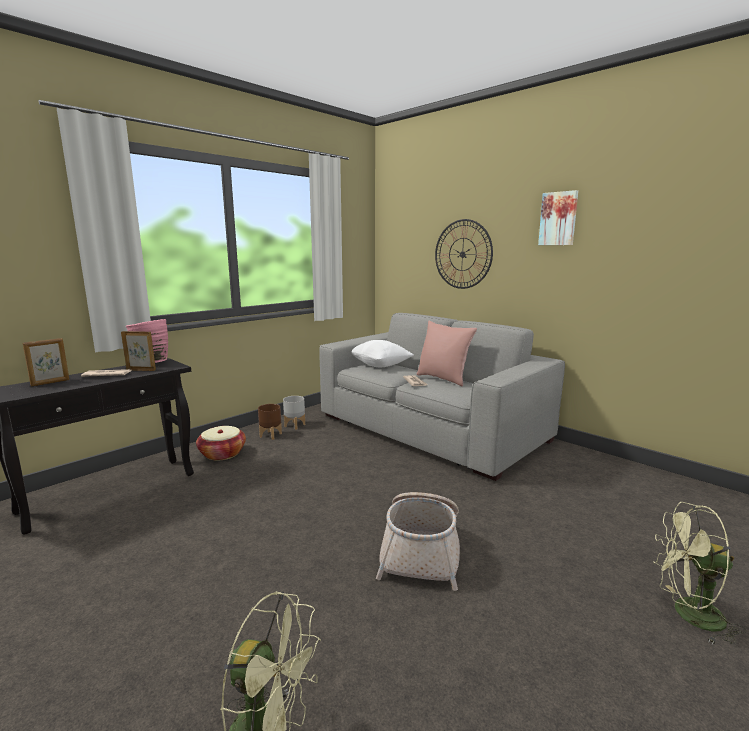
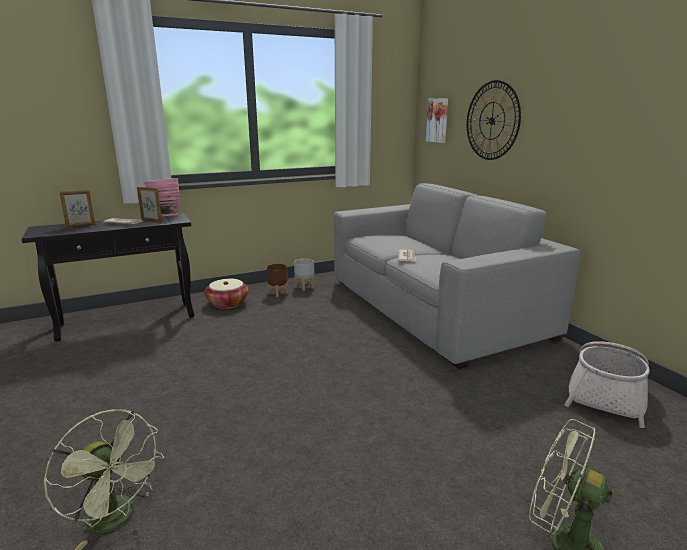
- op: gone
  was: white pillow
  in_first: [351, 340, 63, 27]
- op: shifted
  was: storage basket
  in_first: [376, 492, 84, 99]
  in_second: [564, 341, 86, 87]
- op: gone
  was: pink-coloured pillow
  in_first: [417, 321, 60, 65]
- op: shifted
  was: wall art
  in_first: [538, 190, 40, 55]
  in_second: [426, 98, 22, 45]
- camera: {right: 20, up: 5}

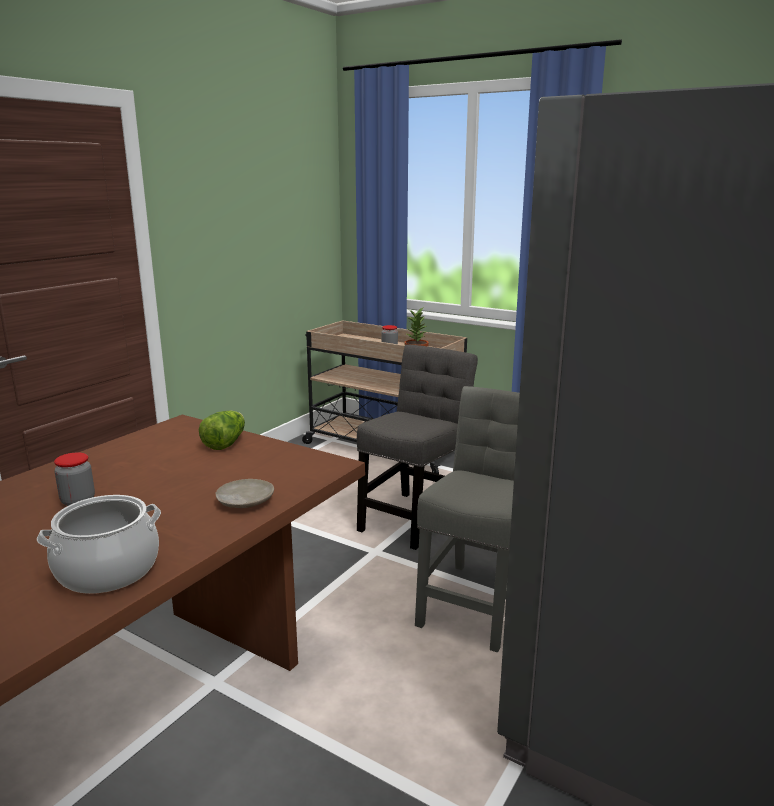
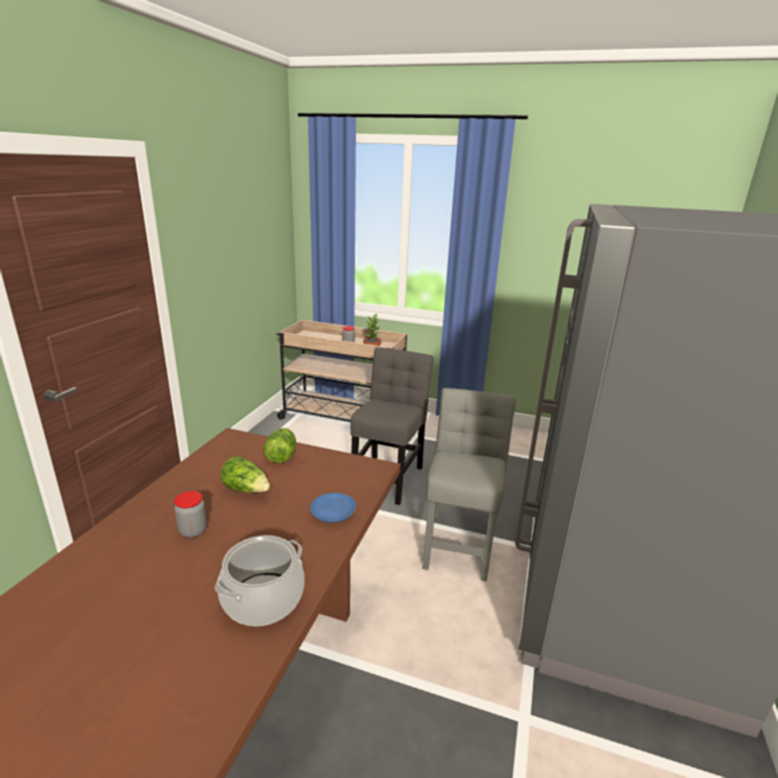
- op: repainted
  was: beige dinner plate
  now: bluish dinner plate
  in_first: [216, 479, 58, 29]
  in_second: [310, 493, 46, 29]
- op: new
  now: head of lettuce
  in_second: [220, 456, 50, 37]
- camera: {right: -15, up: 5}

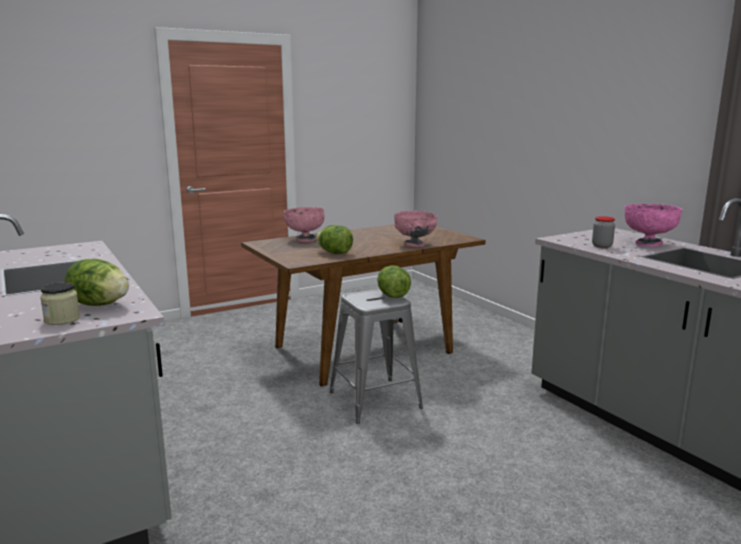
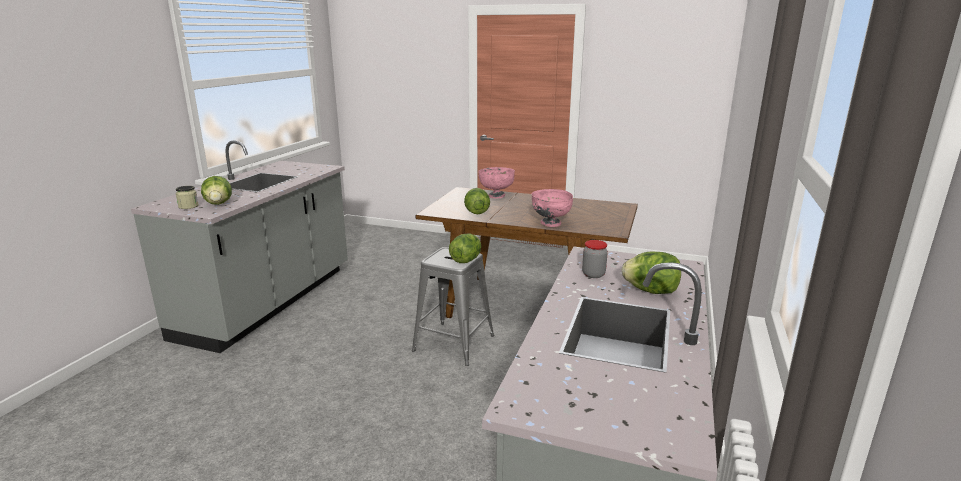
- op: swapped
  was: pink-coloured bowl
  now: head of lettuce
  in_first: [625, 204, 57, 42]
  in_second: [621, 252, 60, 42]
- camera: {right: 50, up: 5}

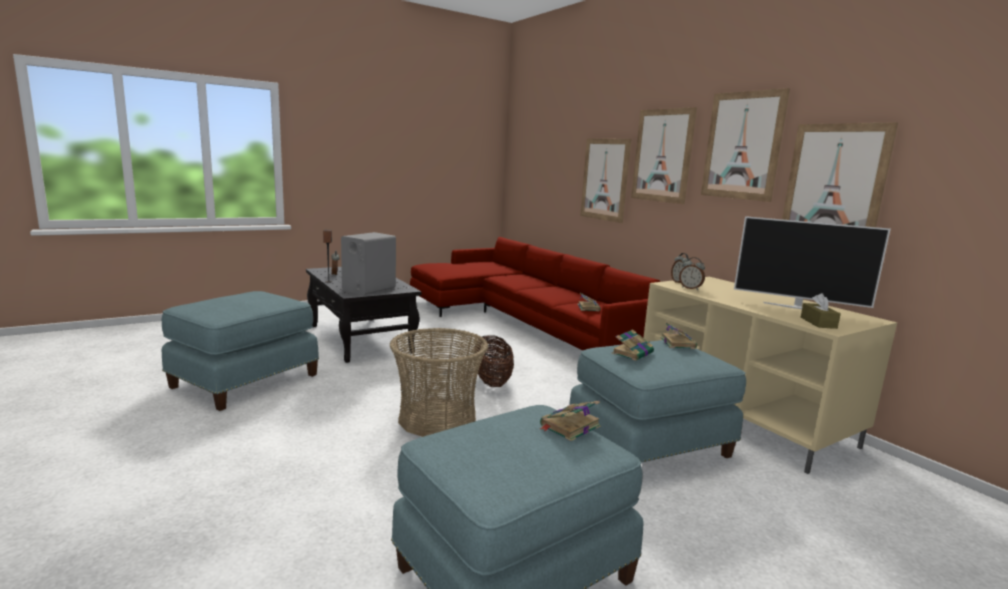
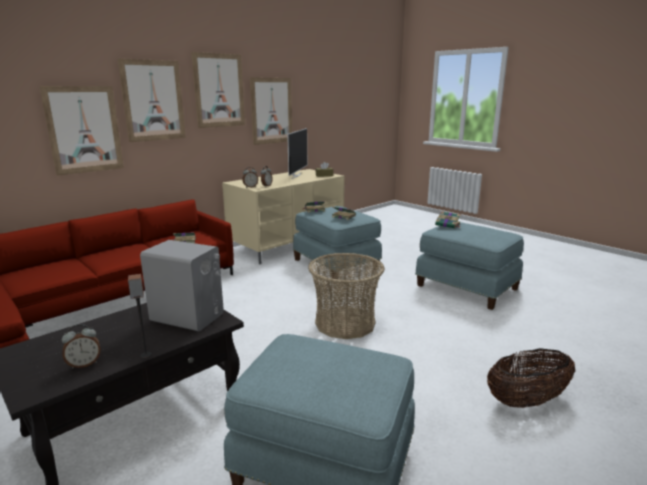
- op: shifted
  was: storage basket
  in_first: [474, 335, 40, 52]
  in_second: [487, 348, 88, 60]
- camera: {right: -100, up: 5}

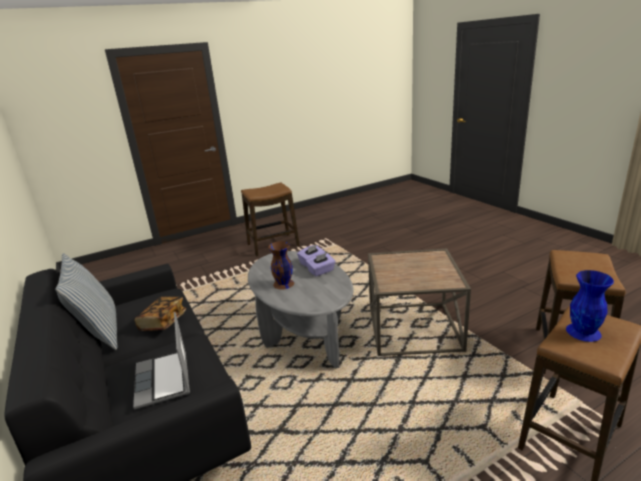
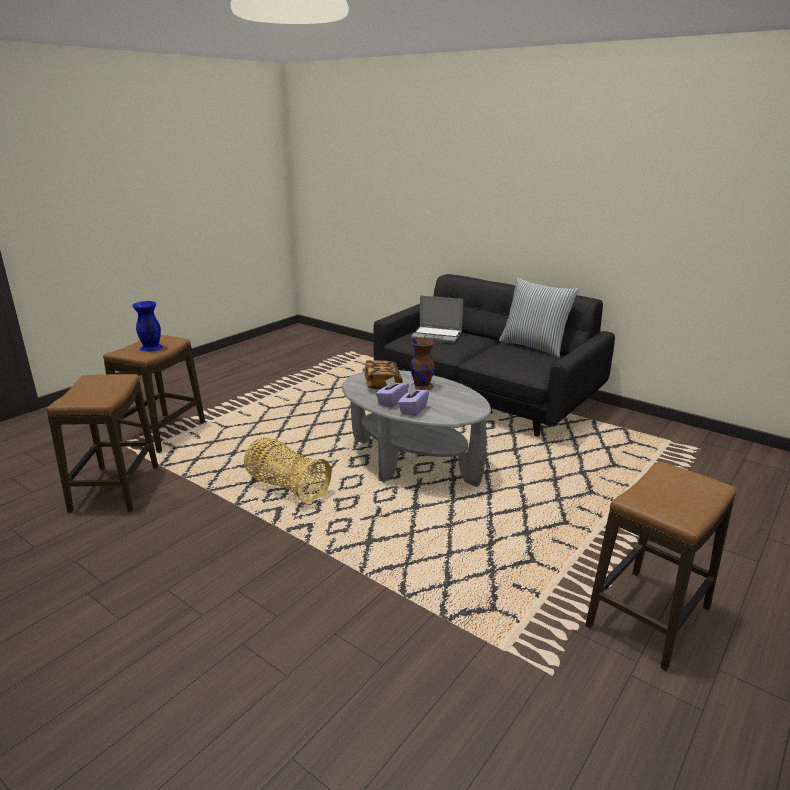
- op: rotated
  was: laptop
  in_first: [133, 312, 57, 98]
  in_second: [411, 295, 52, 48]
  clockwise: 150
- op: shifted
  was: bound book
  in_first: [134, 297, 52, 34]
  in_second: [365, 360, 38, 29]
- op: swapped
  was: brown-coloured side table
  now: storage basket
  in_first: [368, 249, 103, 107]
  in_second: [244, 437, 88, 67]
- camera: {right: 155, up: 0}

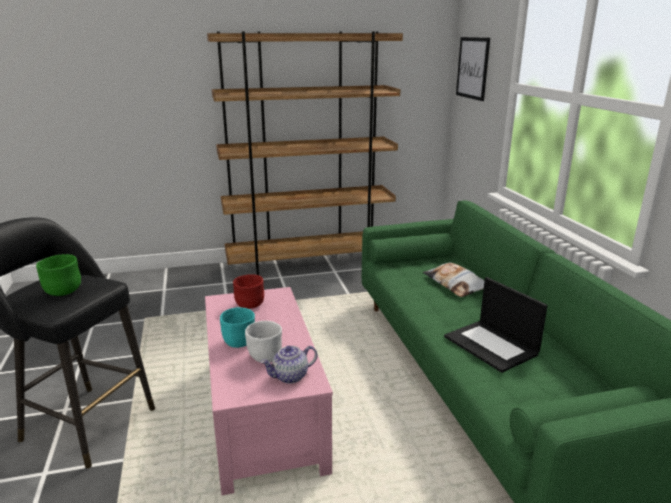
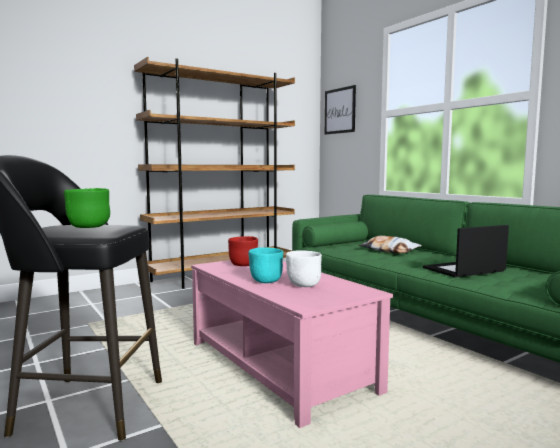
- op: gone
  was: teapot
  in_first: [261, 346, 56, 38]
- op: rotated
  was: laptop
  in_first: [444, 277, 104, 96]
  in_second: [423, 225, 86, 52]
  clockwise: 120
- camera: {right: -20, up: -15}

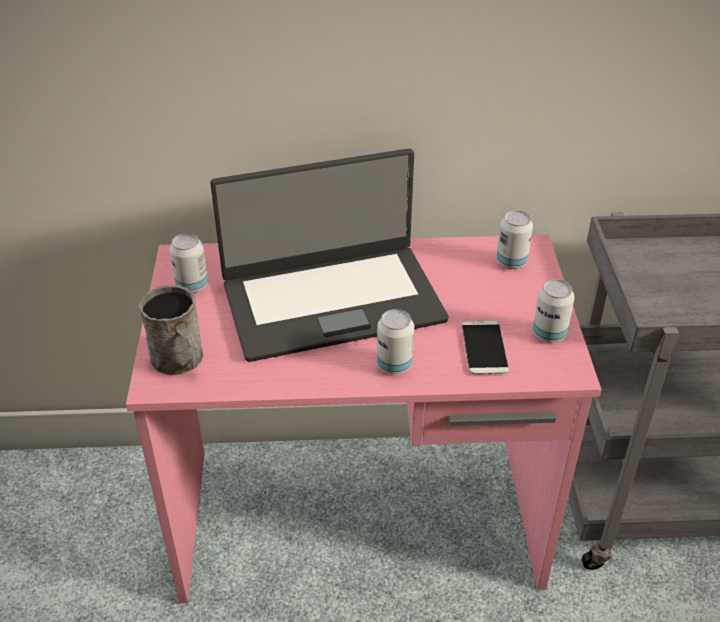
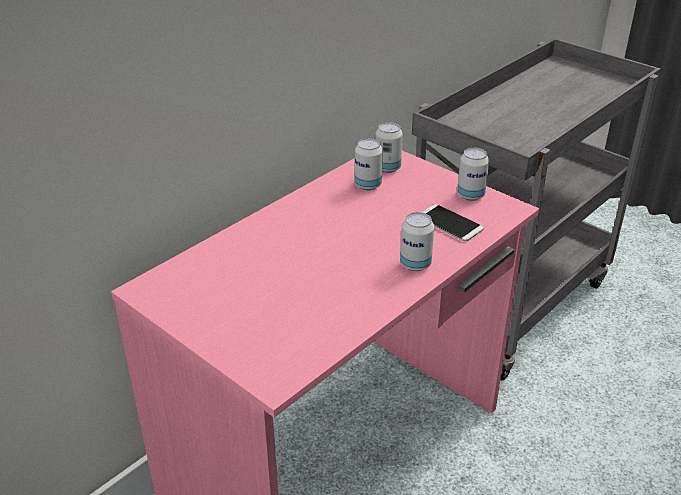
- op: gone
  was: greyish coffee mug
  in_first: [139, 285, 65, 90]
- op: shifted
  was: sealed can
  in_first: [170, 233, 38, 60]
  in_second: [354, 138, 29, 52]
- op: gone
  was: laptop
  in_first: [210, 149, 239, 213]
- camera: {right: -45, up: -5}

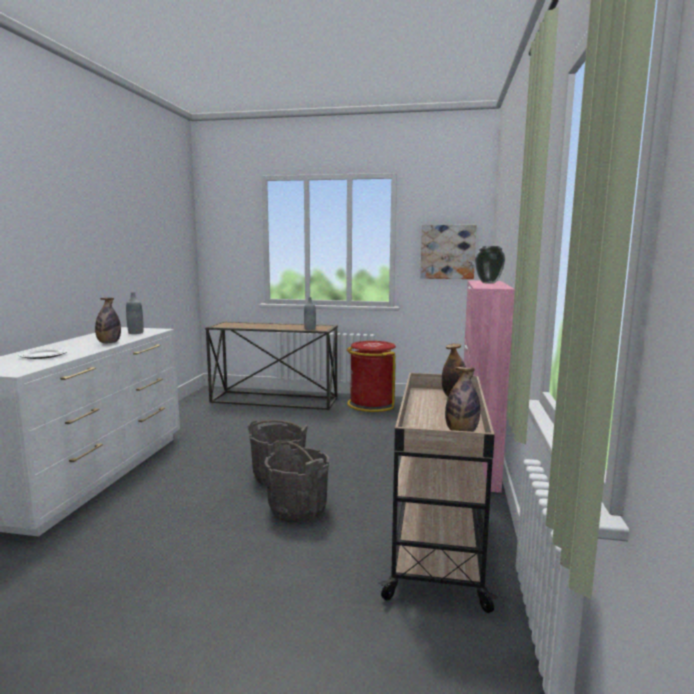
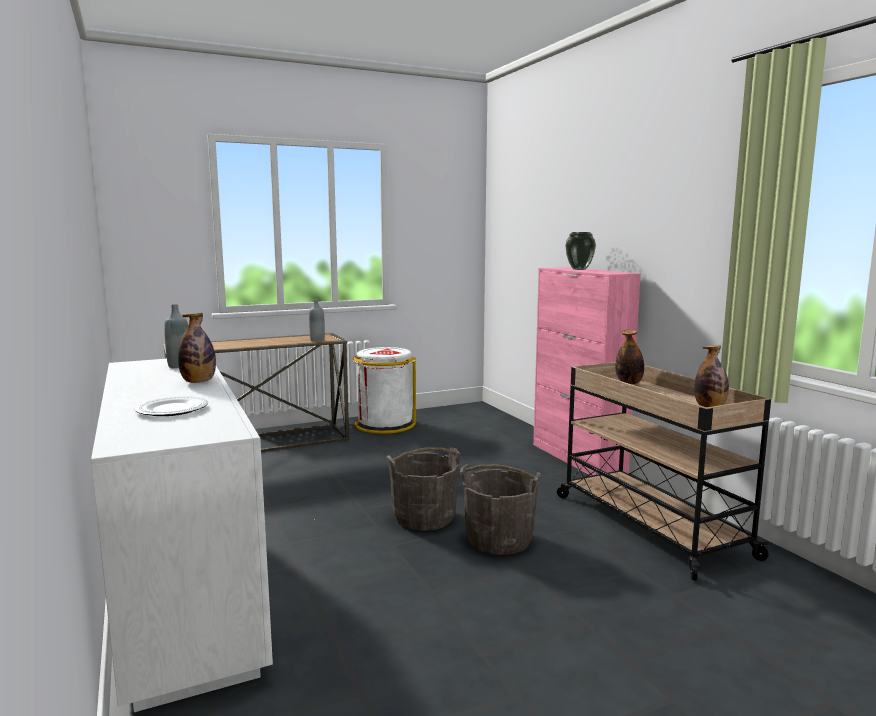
- op: repainted
  was: red-coloured trash can
  now: white trash can
  in_first: [347, 341, 49, 71]
  in_second: [353, 347, 63, 87]
- op: gone
  was: wall art
  in_first: [420, 225, 57, 54]
- camera: {right: -35, up: 0}

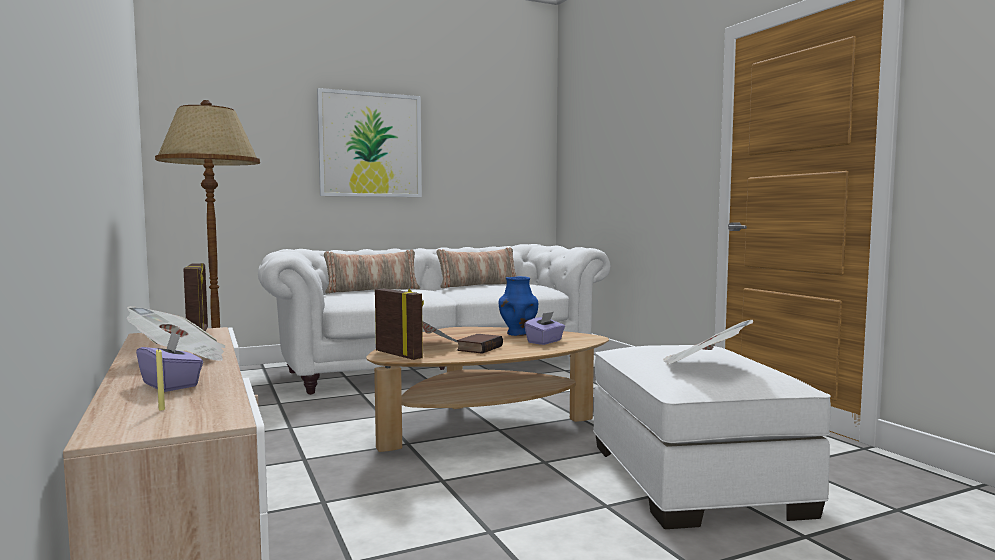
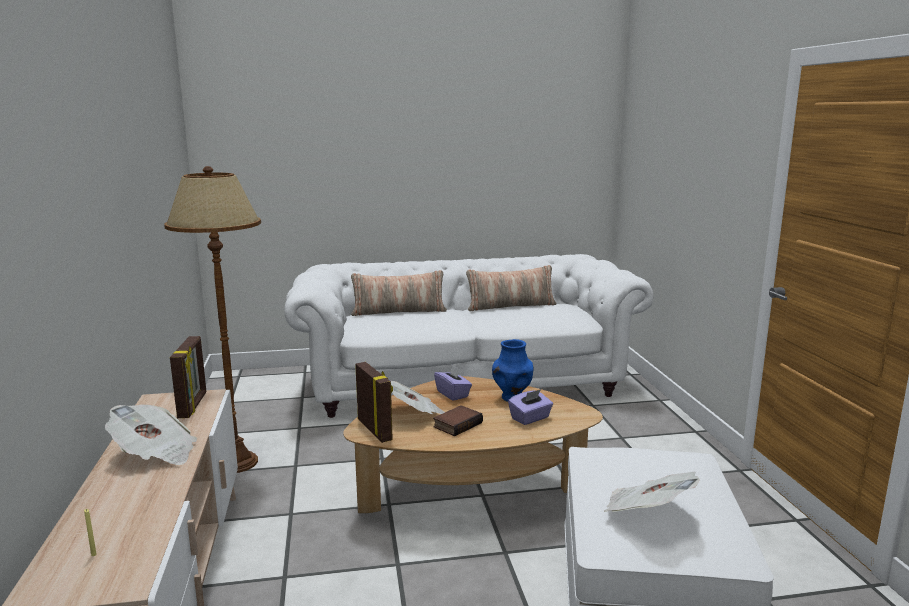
- op: shifted
  was: purple-coloured tissue box
  in_first: [136, 332, 67, 60]
  in_second: [434, 365, 38, 36]
- op: gone
  was: wall art
  in_first: [317, 88, 105, 109]
- camera: {right: 15, up: 10}

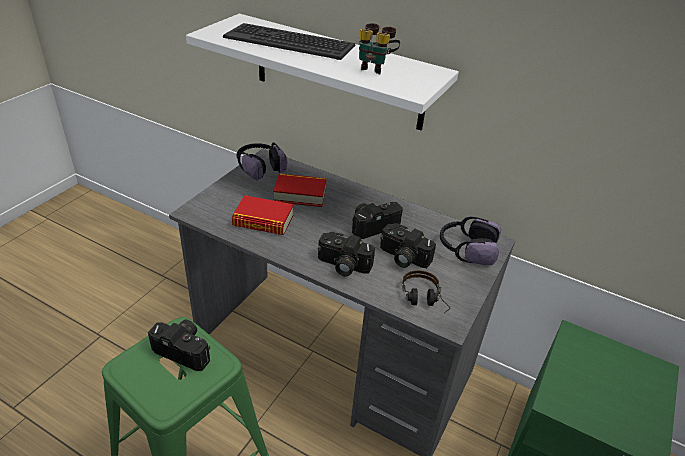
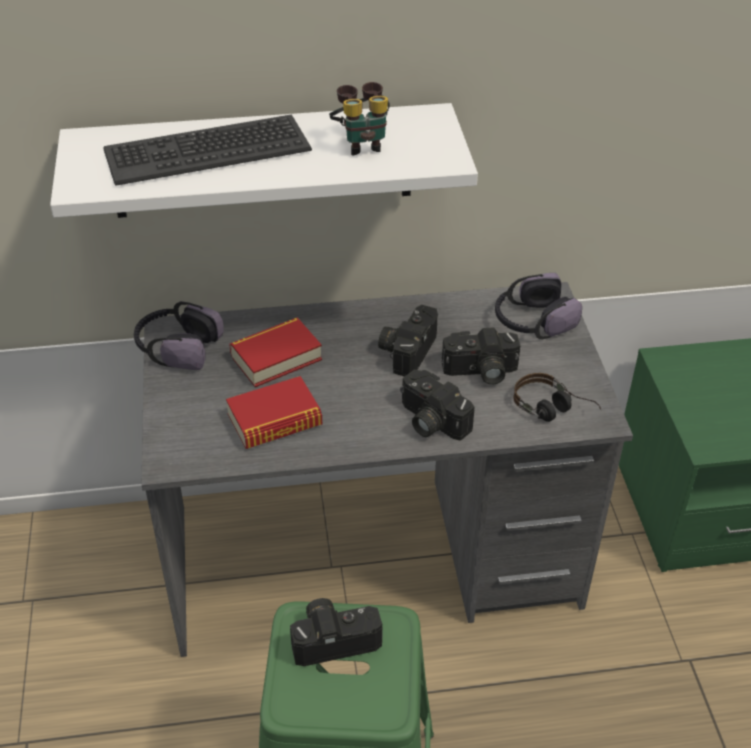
- op: rotated
  was: still camera
  in_first: [318, 232, 57, 44]
  in_second: [400, 369, 74, 72]
  clockwise: 60
- camera: {right: -35, up: 5}

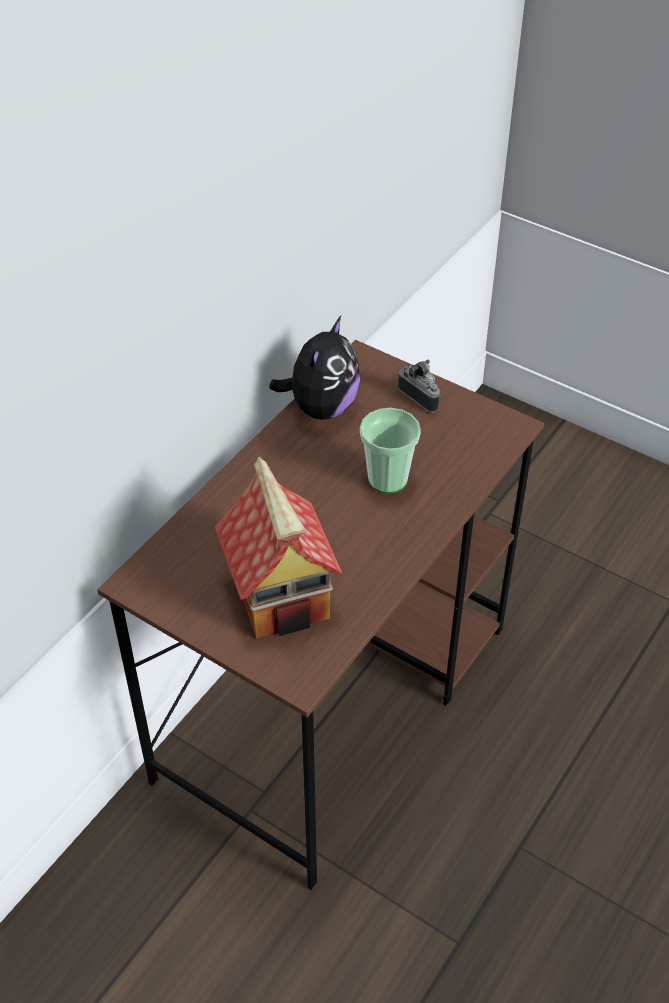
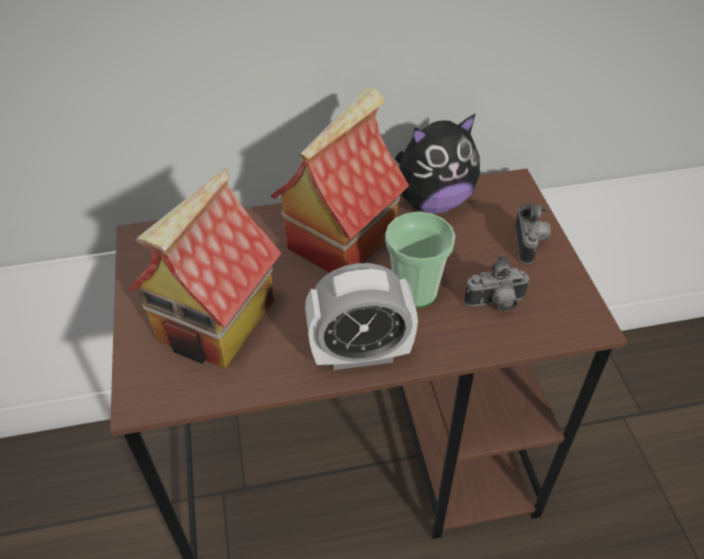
- op: new
  now: toy house
  in_second: [270, 88, 139, 185]
- op: new
  now: bedside clock
  in_second: [305, 263, 113, 107]
- op: new
  now: still camera
  in_second: [464, 255, 66, 56]
- camera: {right: 45, up: 0}

